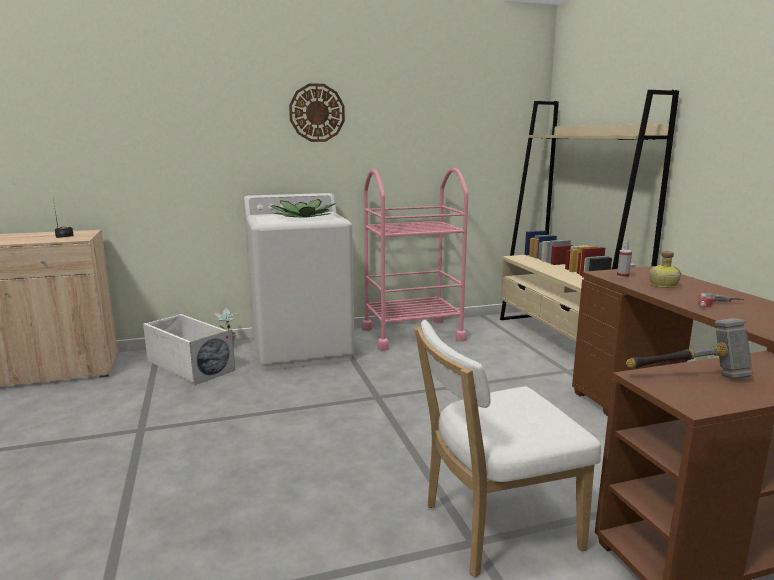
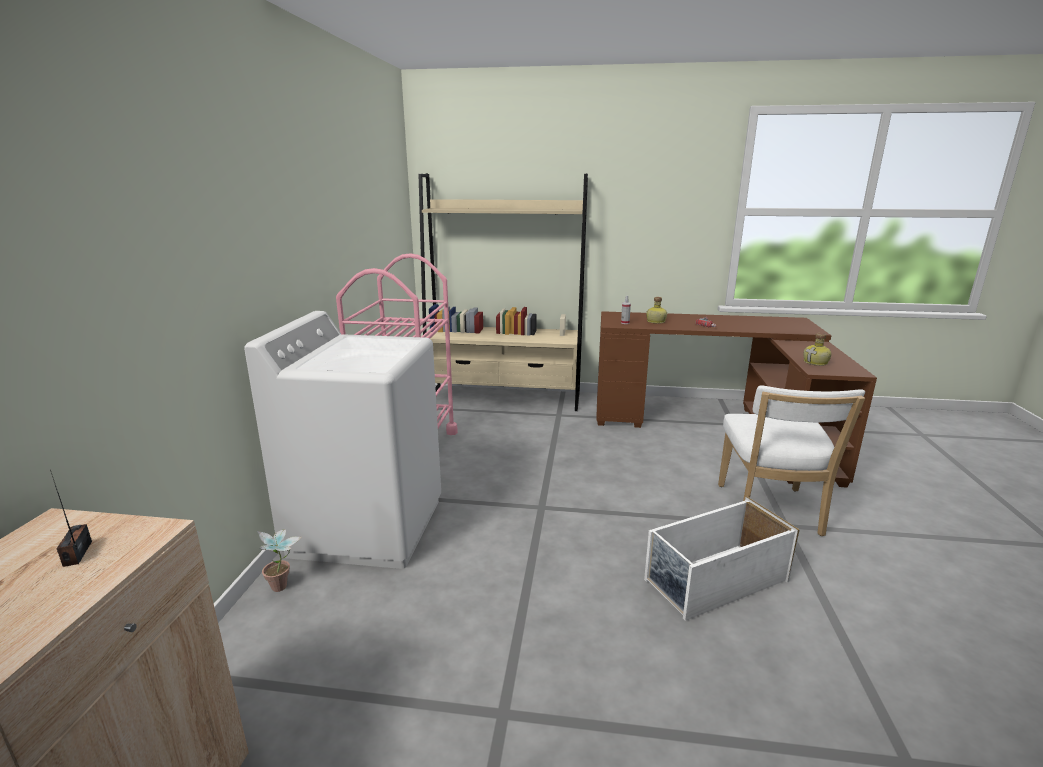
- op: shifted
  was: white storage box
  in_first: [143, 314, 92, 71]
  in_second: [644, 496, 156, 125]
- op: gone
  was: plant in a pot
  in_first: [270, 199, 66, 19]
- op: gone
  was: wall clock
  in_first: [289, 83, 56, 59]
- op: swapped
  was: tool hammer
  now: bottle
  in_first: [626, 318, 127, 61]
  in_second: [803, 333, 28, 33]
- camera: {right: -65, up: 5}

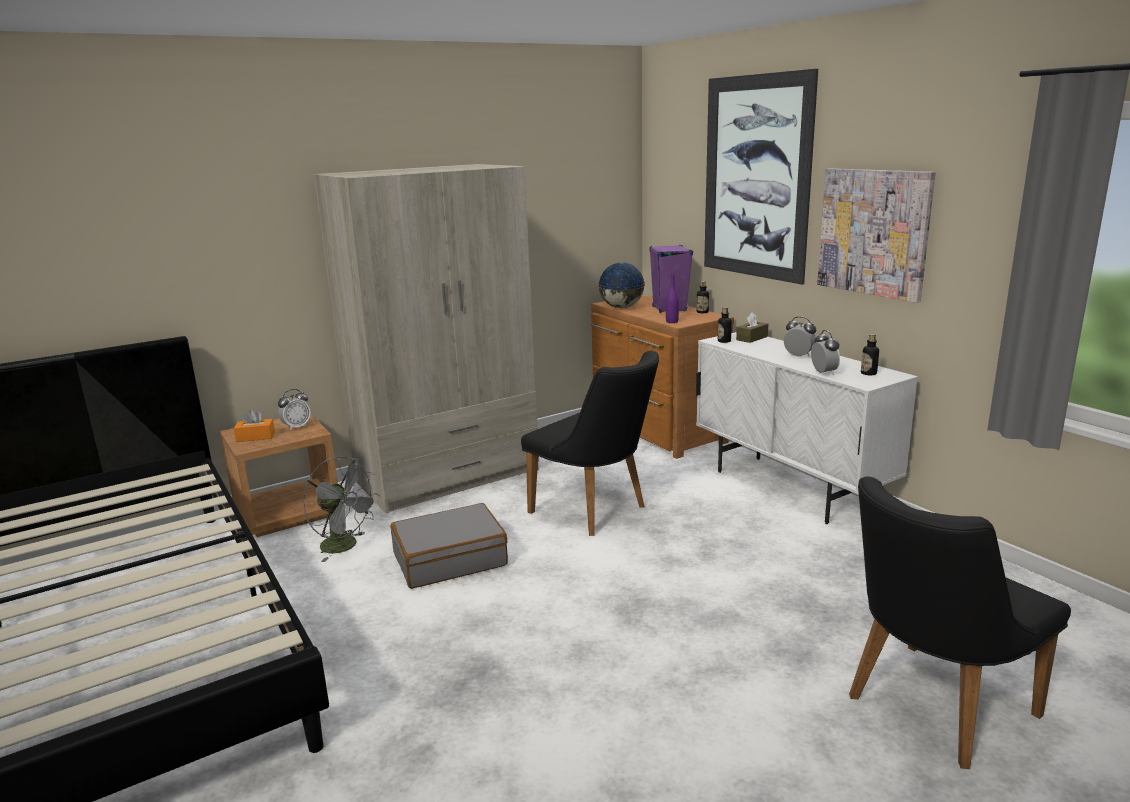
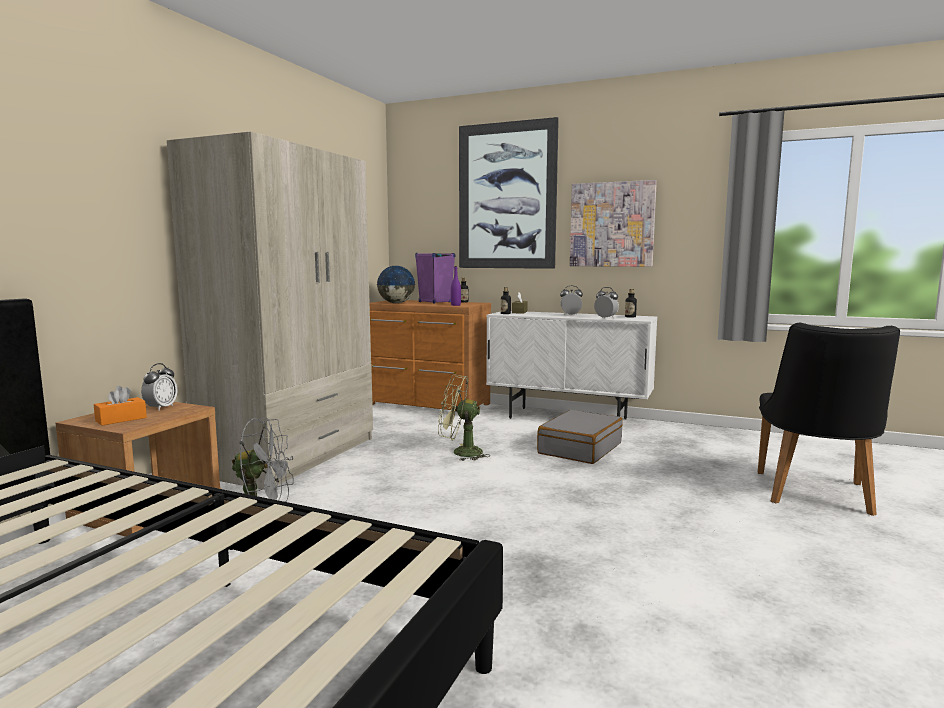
- op: shifted
  was: greyish suitcase
  in_first: [390, 503, 118, 86]
  in_second: [537, 410, 86, 54]
- op: swapped
  was: blackish upright chair
  now: green electric fan
  in_first: [521, 351, 138, 185]
  in_second: [438, 374, 53, 87]
- camera: {right: -35, up: -10}

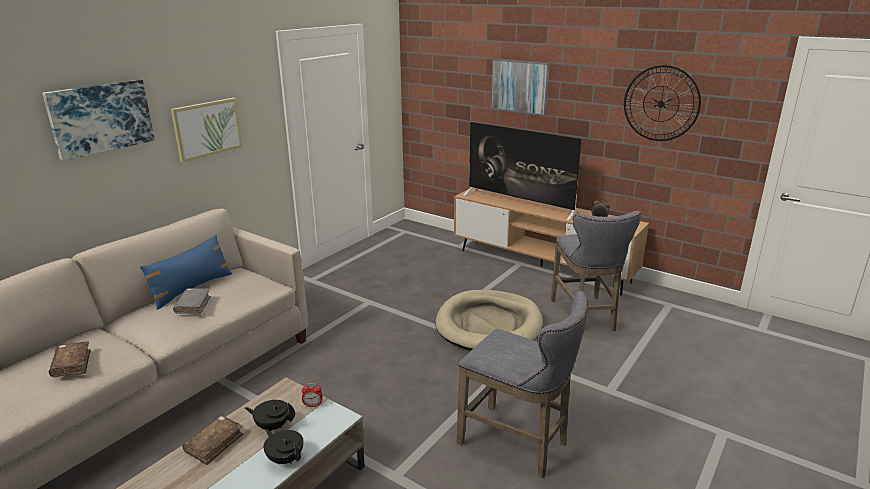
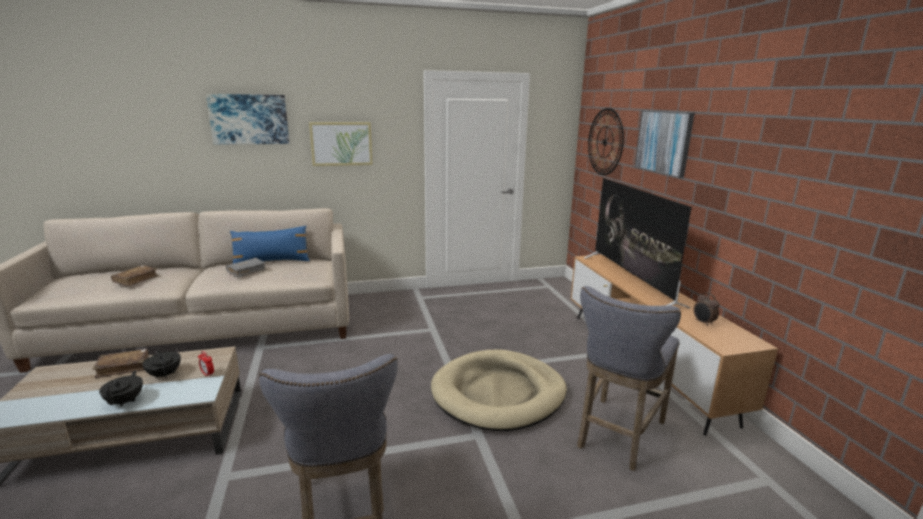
- op: shifted
  was: wall clock
  in_first: [624, 65, 77, 76]
  in_second: [588, 108, 36, 67]
- camera: {right: 40, up: -5}

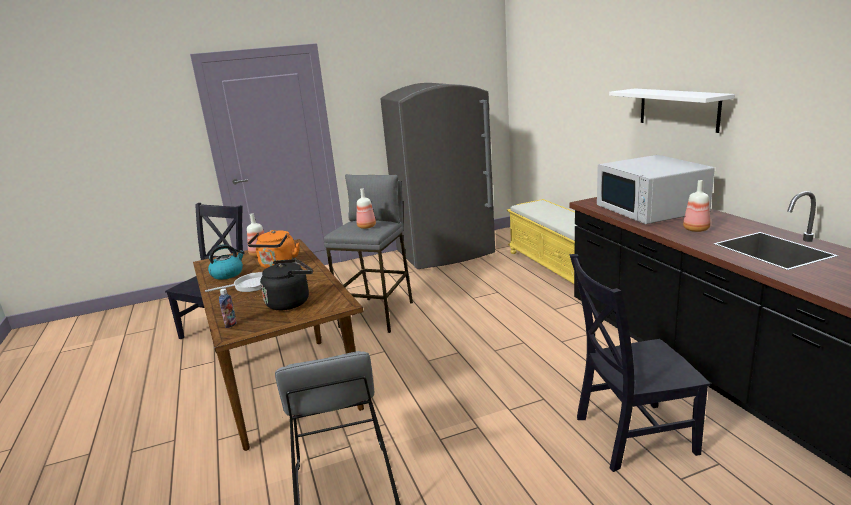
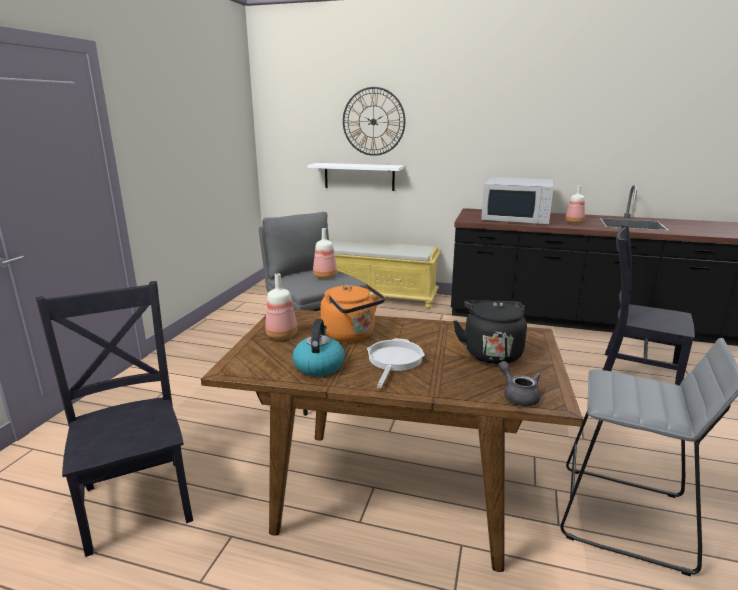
- op: swapped
  was: bottle
  now: greyish teapot
  in_first: [219, 288, 18, 40]
  in_second: [498, 361, 42, 45]
- op: gone
  was: greyish refrigerator
  in_first: [380, 83, 115, 186]
- op: rotated
  was: blackish upright chair
  in_first: [569, 254, 141, 218]
  in_second: [603, 225, 92, 161]
  clockwise: 90
- op: shifted
  was: white bracket shelf
  in_first: [609, 88, 126, 45]
  in_second: [307, 163, 97, 28]
- op: new
  now: wall clock
  in_second: [343, 87, 62, 69]
- camera: {right: -55, up: 0}

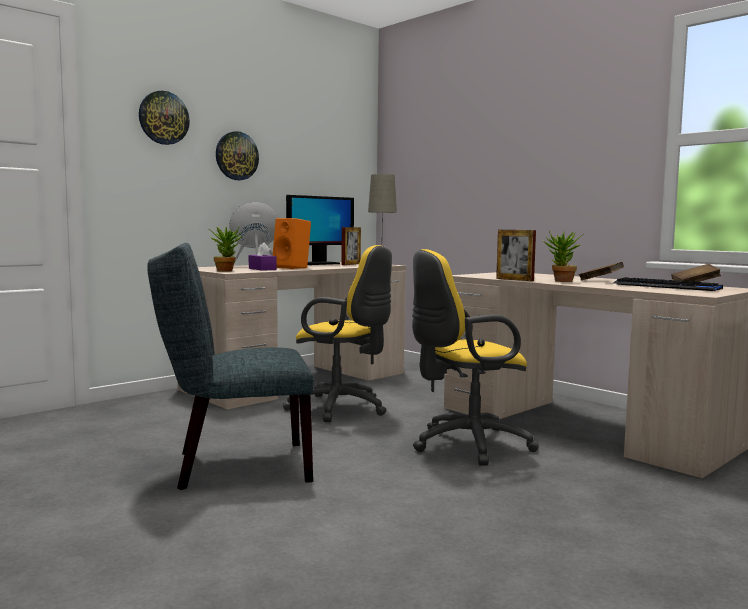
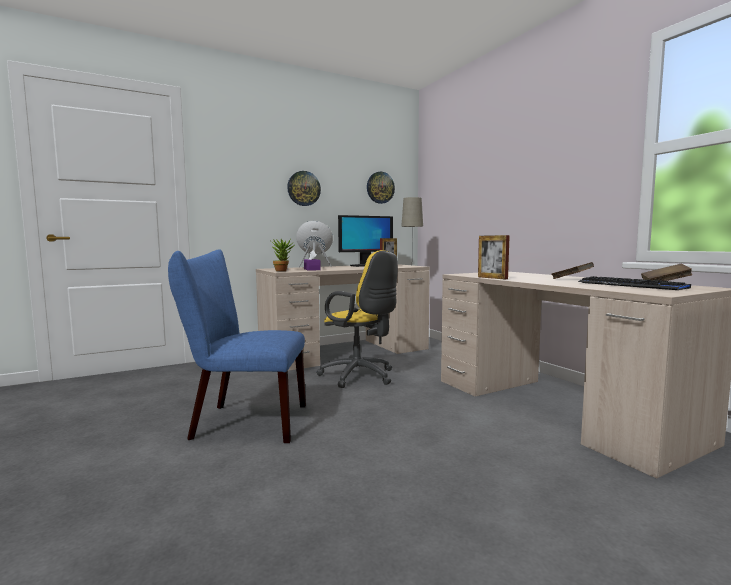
- op: shifted
  was: wall clock
  in_first: [139, 91, 51, 54]
  in_second: [367, 171, 28, 33]
- op: repainted
  was: greyish upright chair
  now: bluish upright chair
  in_first: [147, 243, 167, 247]
  in_second: [168, 249, 138, 194]
- op: gone
  was: orange-coloured speaker
  in_first: [273, 218, 38, 51]
- op: gone
  was: yellow-coloured computer chair
  in_first: [412, 249, 127, 217]
- op: gone
  was: plant in a pot
  in_first: [544, 231, 40, 51]
- camera: {right: 15, up: 0}

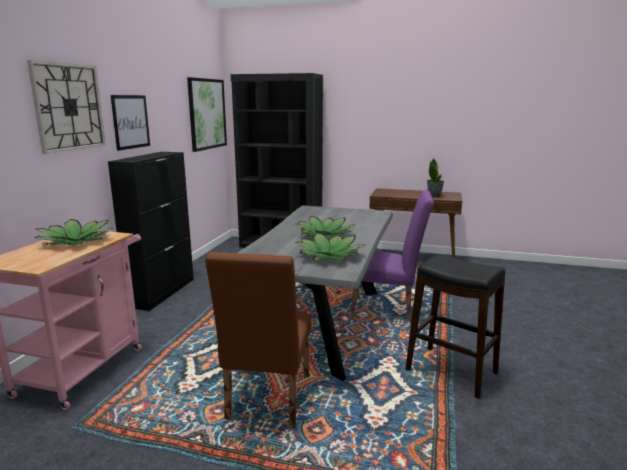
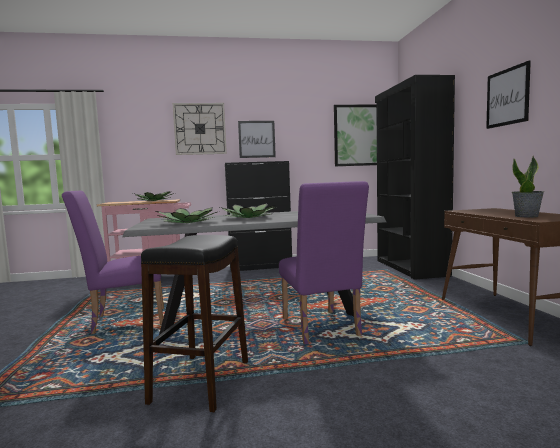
- op: repainted
  was: brown-coloured upright chair
  now: purple-coloured upright chair
  in_first: [205, 252, 106, 175]
  in_second: [62, 191, 102, 143]
- op: new
  now: wall art
  in_second: [486, 60, 45, 69]
- camera: {right: 65, up: -10}

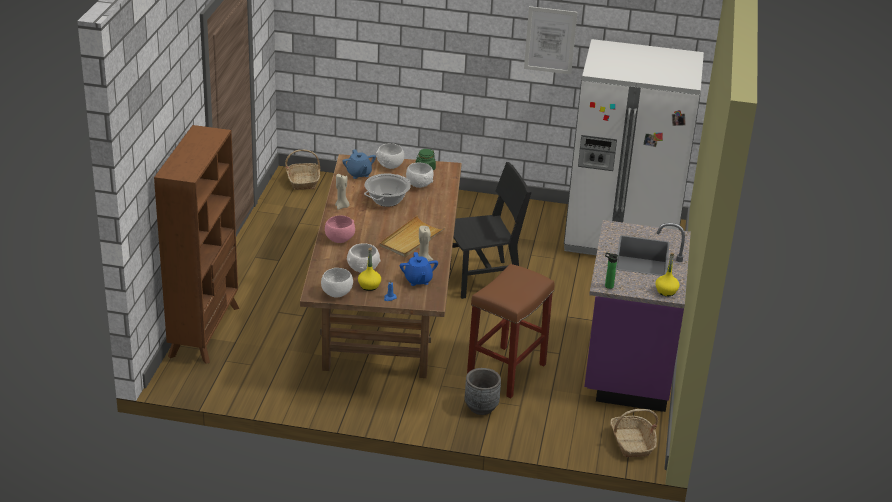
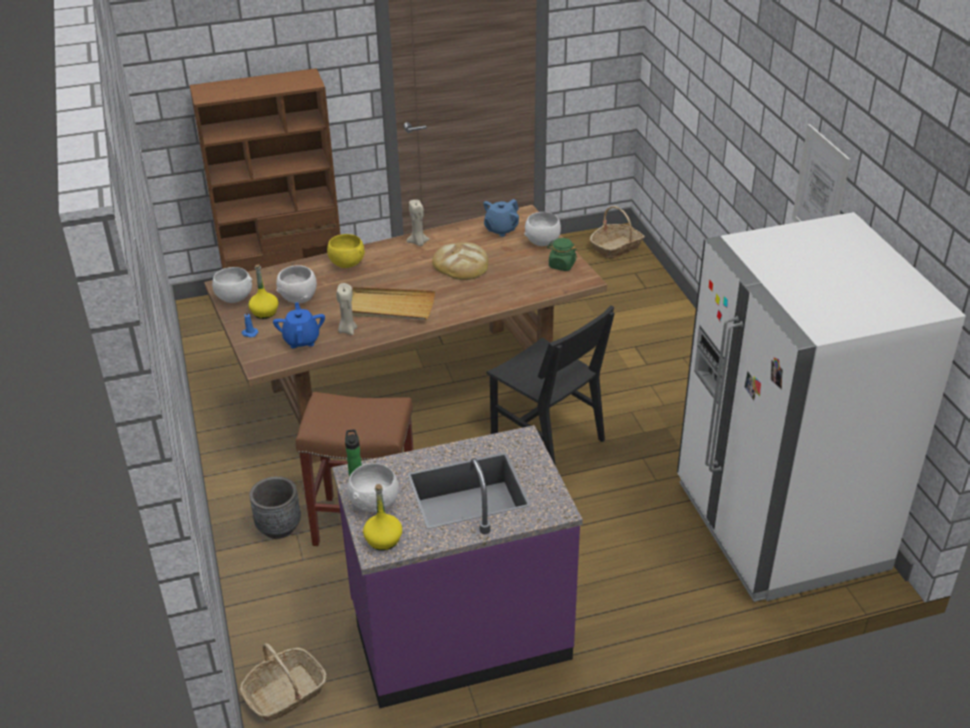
- op: repainted
  was: pink-coloured bowl
  now: yellow-coloured bowl
  in_first: [325, 216, 30, 27]
  in_second: [327, 234, 38, 34]
- op: swapped
  was: saucepot
  now: baked bread
  in_first: [364, 173, 47, 34]
  in_second: [432, 242, 56, 38]
- op: rotated
  was: bluish teapot
  in_first: [400, 252, 38, 34]
  in_second: [273, 302, 52, 46]
  clockwise: 120
- op: shifted
  was: white bowl
  in_first: [406, 162, 28, 26]
  in_second: [347, 463, 52, 50]
- camera: {right: 65, up: 5}

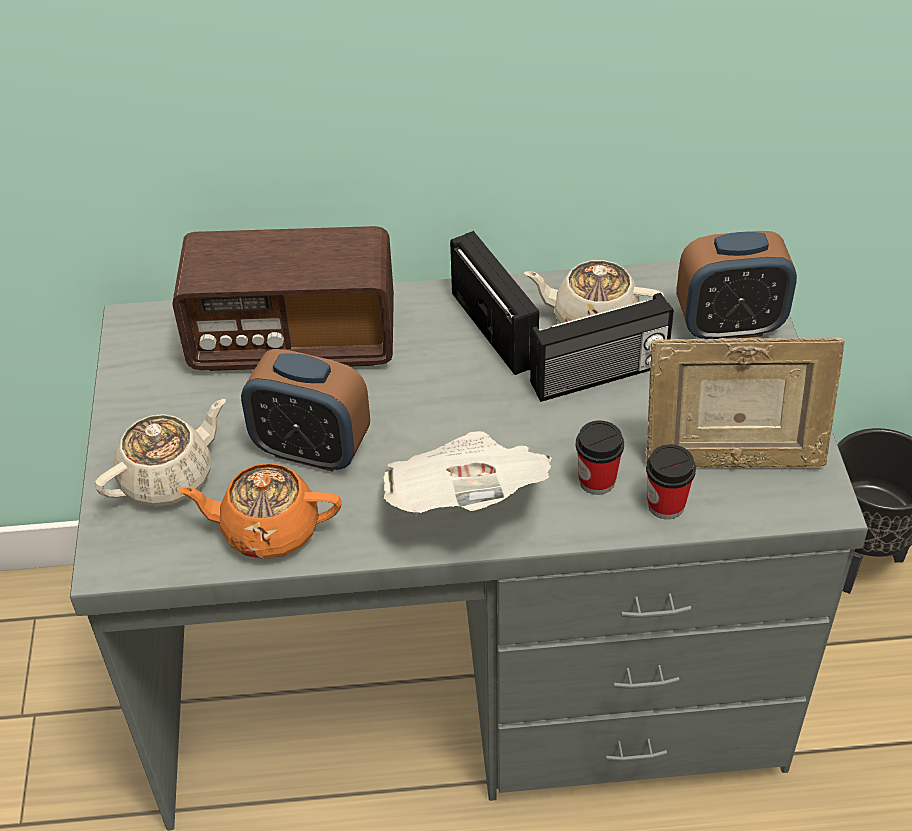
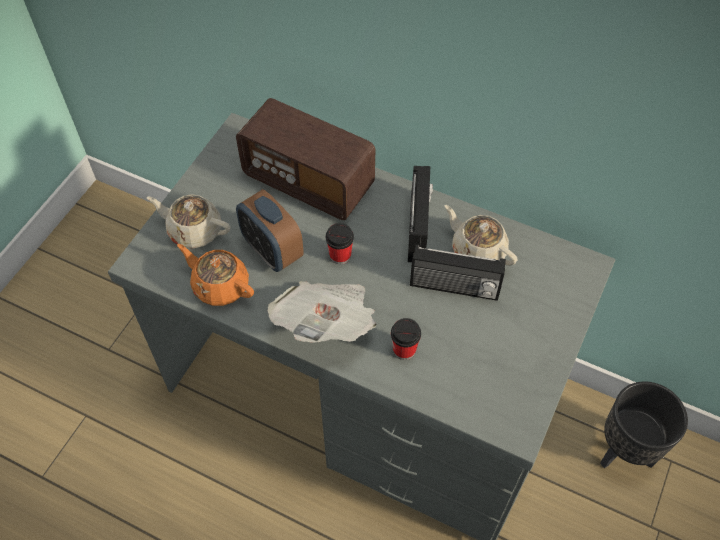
- op: rotated
  was: beige teapot
  in_first: [95, 399, 131, 107]
  in_second: [147, 194, 84, 54]
  clockwise: -150
- op: gone
  was: picture frame
  in_first: [646, 337, 199, 131]
- op: shifted
  was: drinking cup
  in_first: [646, 444, 50, 75]
  in_second: [326, 223, 28, 41]
- op: gone
  was: bedside clock
  in_first: [677, 231, 120, 108]
- camera: {right: 30, up: 10}

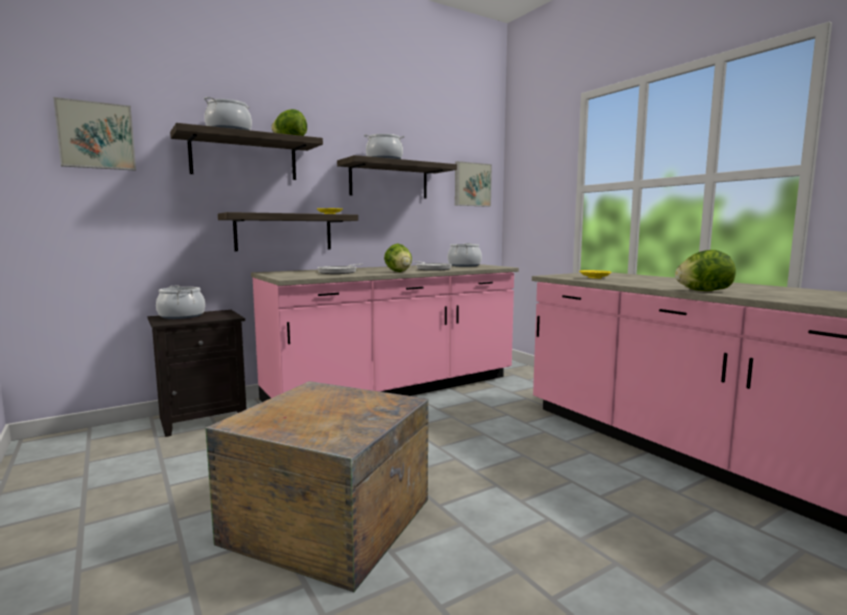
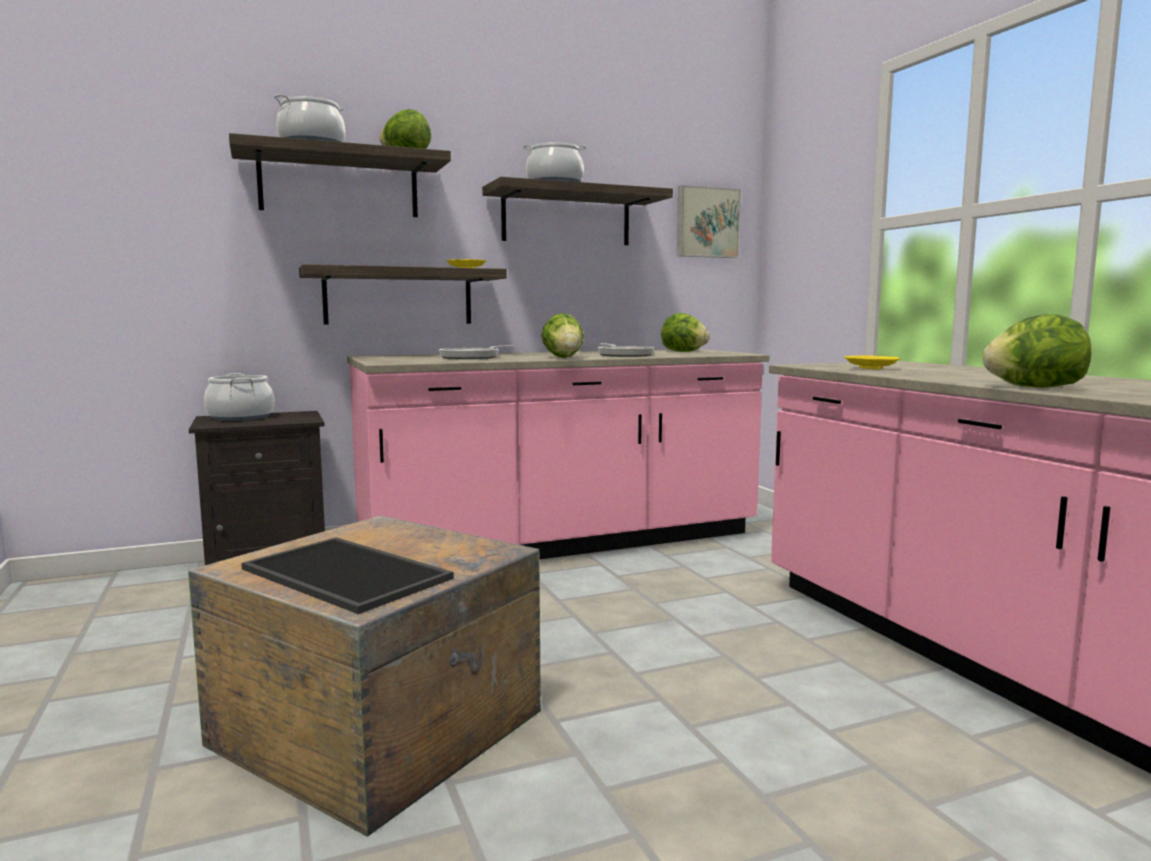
- op: gone
  was: wall art
  in_first: [53, 97, 83, 74]
- op: swapped
  was: saucepot
  now: head of lettuce
  in_first: [448, 243, 34, 24]
  in_second: [661, 313, 49, 39]
- op: new
  now: carrying tray
  in_second: [241, 537, 213, 77]
- camera: {right: 10, up: 0}

